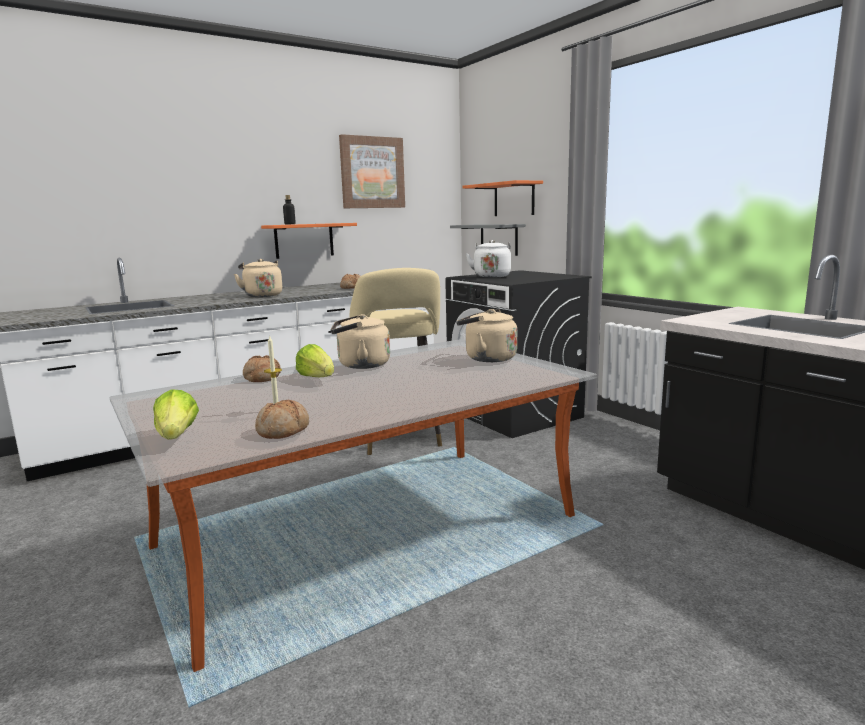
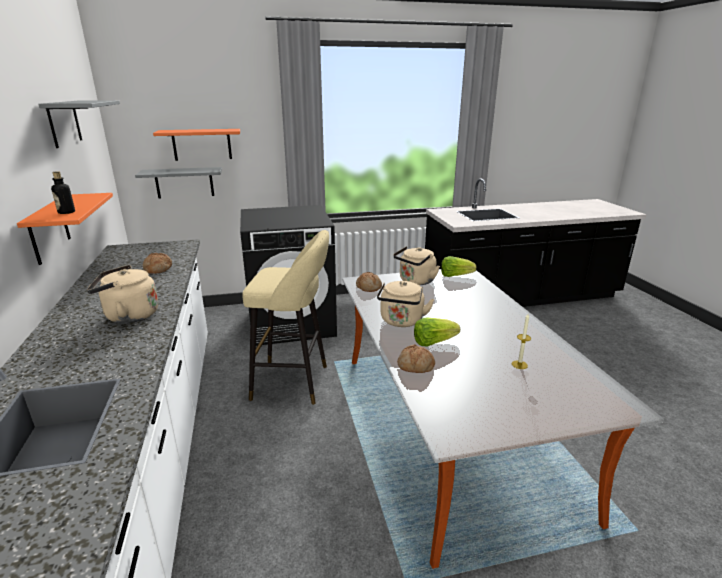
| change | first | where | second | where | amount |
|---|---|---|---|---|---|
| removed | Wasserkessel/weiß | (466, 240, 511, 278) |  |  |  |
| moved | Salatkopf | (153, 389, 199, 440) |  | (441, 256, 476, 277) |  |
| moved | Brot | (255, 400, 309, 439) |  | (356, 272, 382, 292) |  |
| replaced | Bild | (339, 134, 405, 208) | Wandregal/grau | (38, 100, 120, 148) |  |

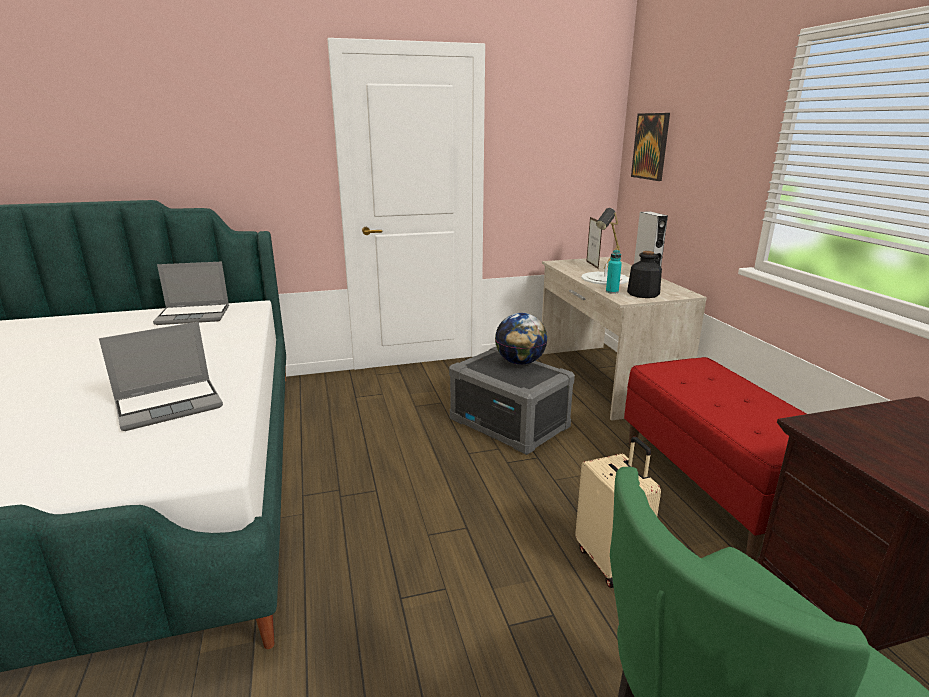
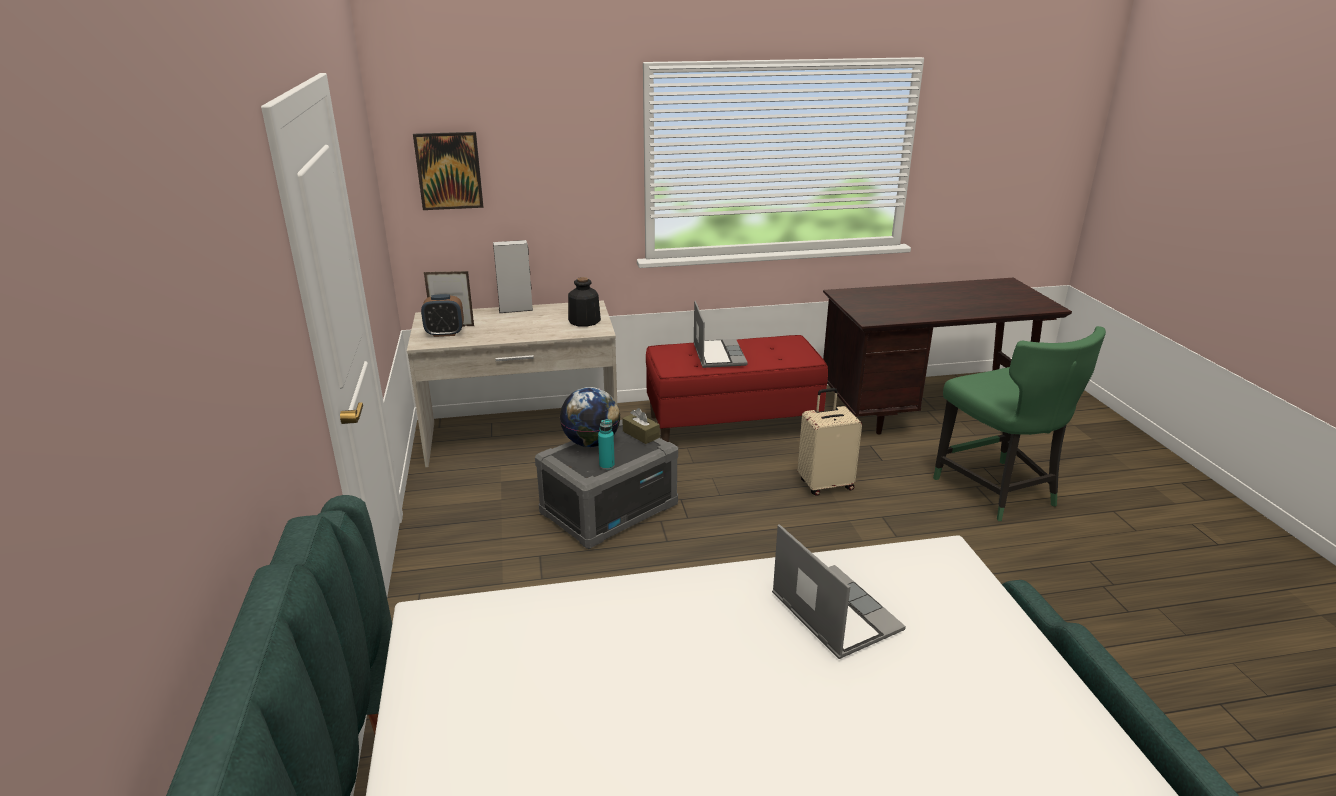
| change | first | where | second | where | amount |
|---|---|---|---|---|---|
| removed | Tischlampe/weiß | (581, 208, 629, 285) |  |  |  |
| added |  |  | Wecker | (421, 294, 464, 337) |  |
| added |  |  | Taschentuchbox/braun | (622, 408, 660, 444) |  |
| moved | Laptop | (153, 262, 229, 325) |  | (693, 301, 748, 368) |  |
| moved | Flasche/türkis | (606, 250, 622, 294) |  | (598, 419, 615, 470) |  |

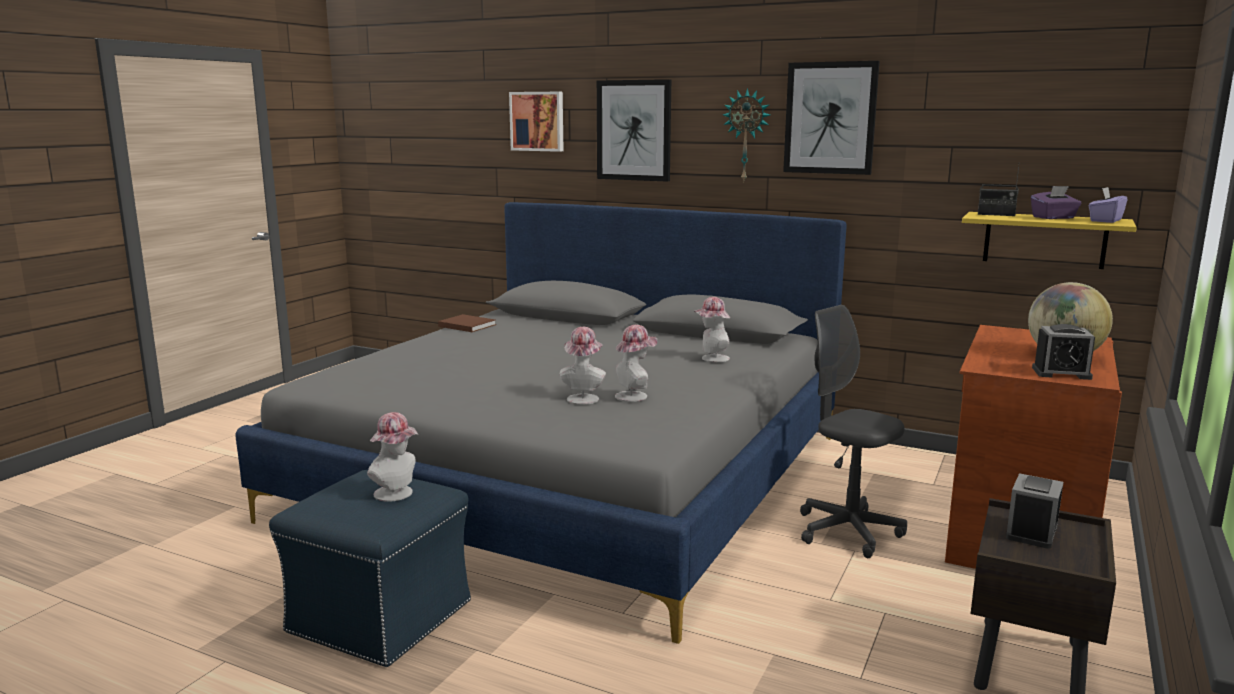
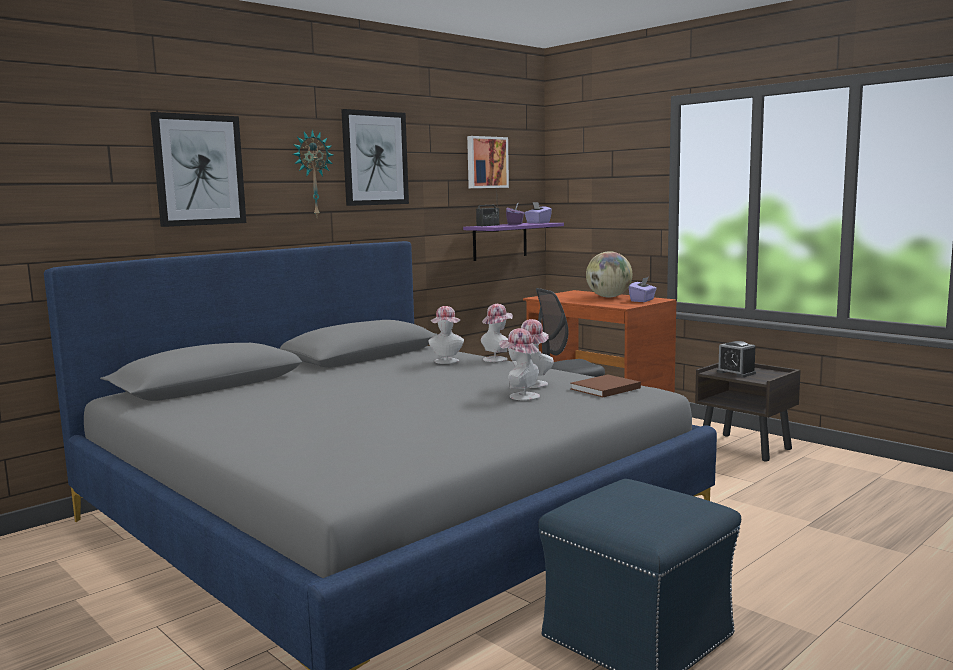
| change | first | where | second | where | amount |
|---|---|---|---|---|---|
| moved | Hut | (367, 412, 418, 502) |  | (481, 304, 513, 362) |  |
| moved | Buch/braun | (438, 314, 496, 332) |  | (570, 375, 641, 397) |  |
| moved | Bild | (509, 92, 564, 152) |  | (467, 136, 509, 188) |  |
| replaced | Wecker | (1032, 324, 1095, 380) | Taschentuchbox/lila | (629, 277, 657, 302) |  |
| recoloured | Wandregal/gelb | (962, 212, 1137, 269) | Wandregal/lila | (463, 223, 564, 261) |  |

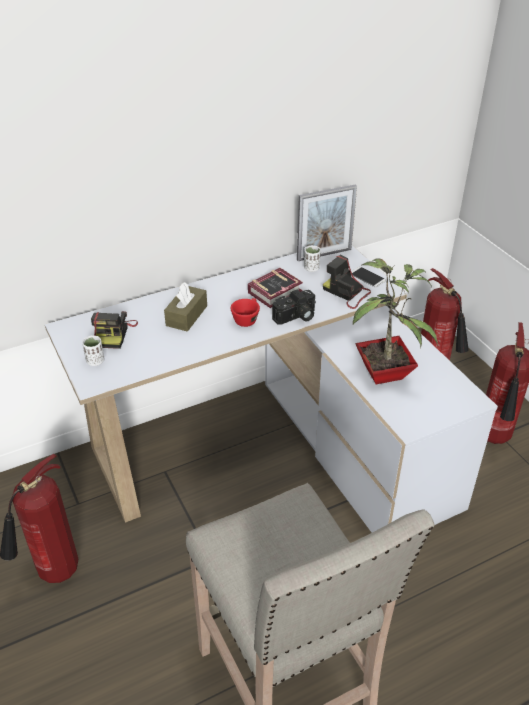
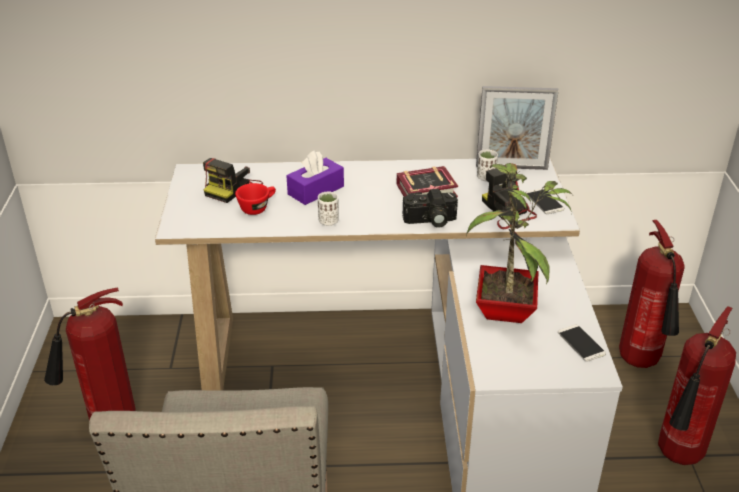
| change | first | where | second | where | amount |
|---|---|---|---|---|---|
| added |  |  | Handy | (558, 325, 606, 362) |  |
| moved | Tasse/weiß | (82, 336, 104, 366) |  | (318, 191, 339, 226) |  |
| moved | Tasse/rot | (231, 298, 260, 327) |  | (235, 183, 276, 215) |  |
| recoloured | Taschentuchbox/braun | (164, 282, 207, 332) | Taschentuchbox/lila | (286, 151, 344, 205) |  |

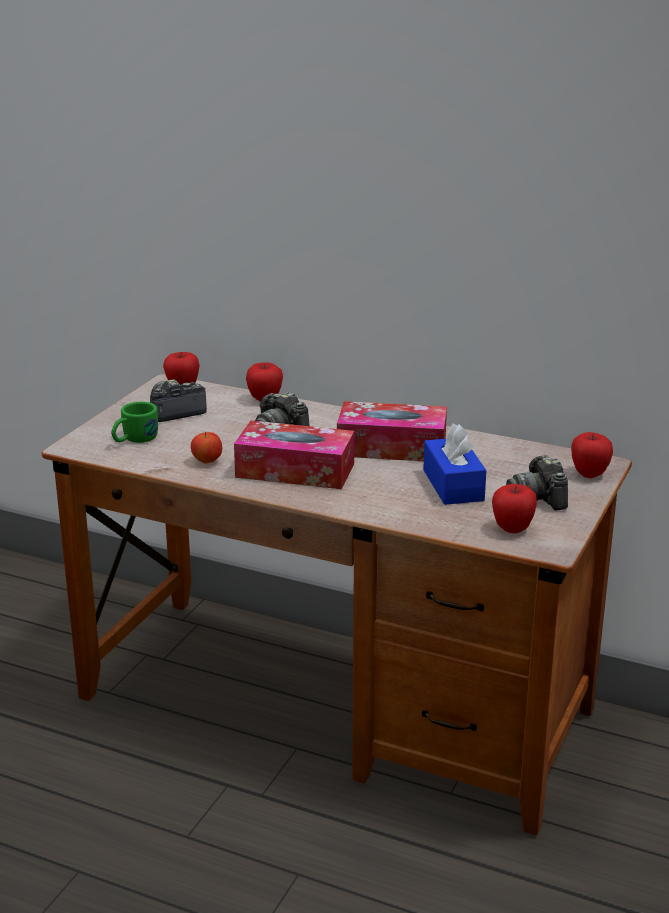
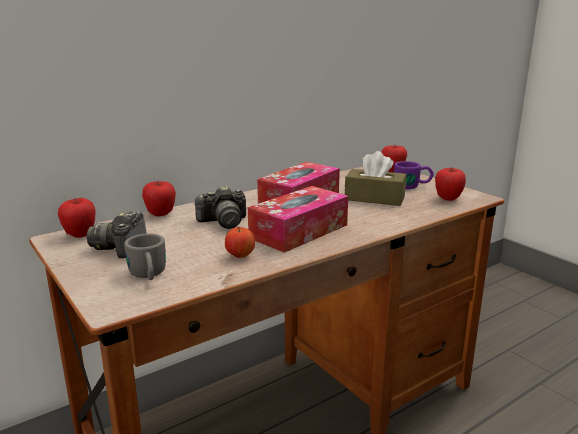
| change | first | where | second | where | amount |
|---|---|---|---|---|---|
| replaced | Kamera | (506, 455, 568, 511) | Henkelbecher/lila | (394, 161, 434, 189) |  |
| recoloured | Henkelbecher/grün | (111, 402, 158, 443) | Henkelbecher/grau | (124, 233, 166, 280) |  |
| recoloured | Taschentuchbox/blau | (423, 423, 486, 505) | Taschentuchbox/braun | (345, 151, 407, 206) |  |

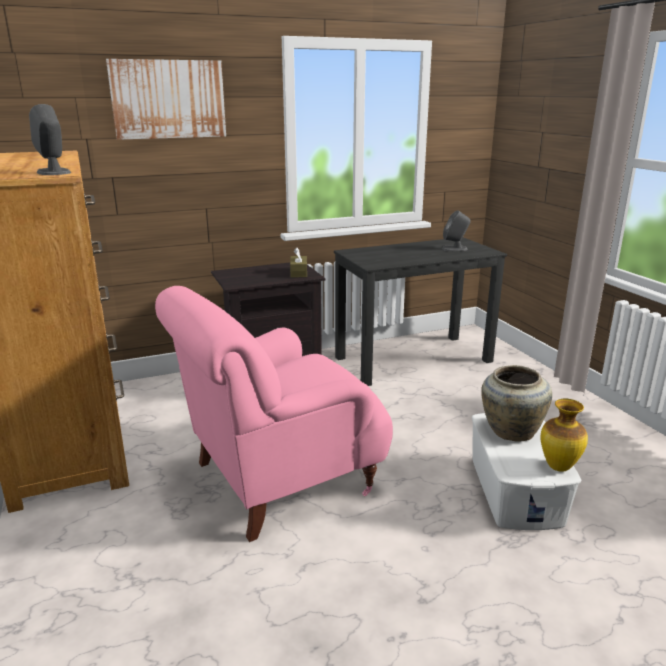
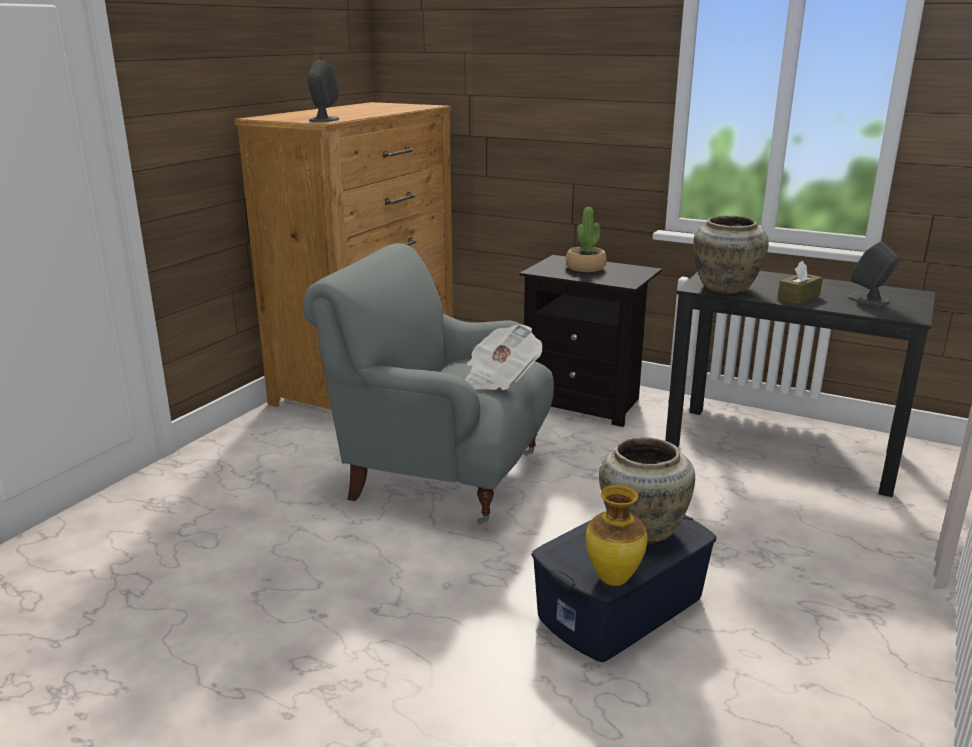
| change | first | where | second | where | amount |
|---|---|---|---|---|---|
| removed | Bild | (106, 59, 226, 140) |  |  |  |
| added |  |  | Zeitung | (464, 324, 543, 390) |  |
| added |  |  | Topfpflanze | (566, 207, 607, 272) |  |
| added |  |  | Vase/beige | (693, 216, 769, 294) |  |
| moved | Taschentuchbox/braun | (290, 247, 307, 277) |  | (777, 261, 823, 304) |  |
| recoloured | Sessel/rosa | (155, 286, 393, 542) | Sessel/grau | (303, 243, 554, 524) |  |
| recoloured | Aufbewahrungsbox/weiß | (472, 413, 581, 530) | Aufbewahrungsbox/blau | (531, 515, 716, 662) |  |

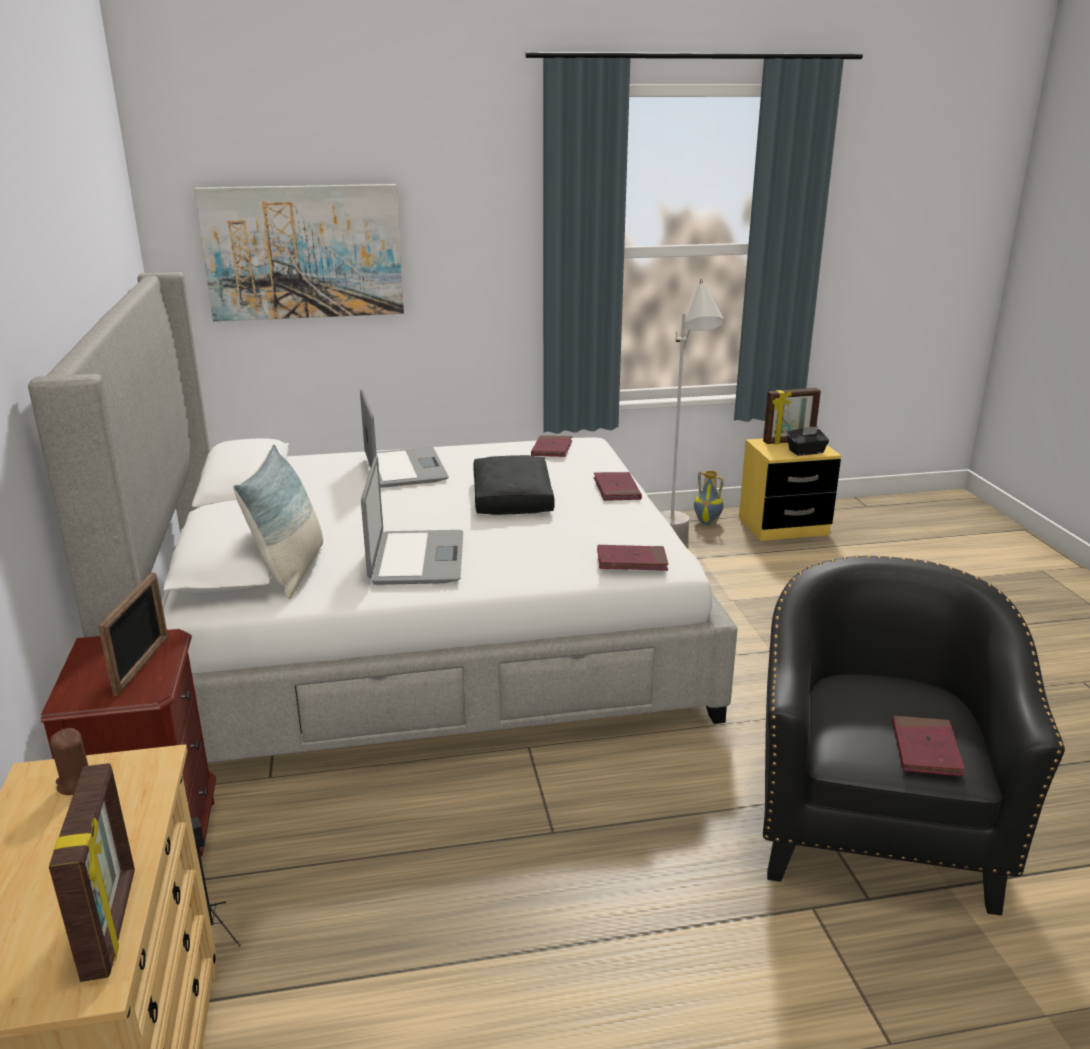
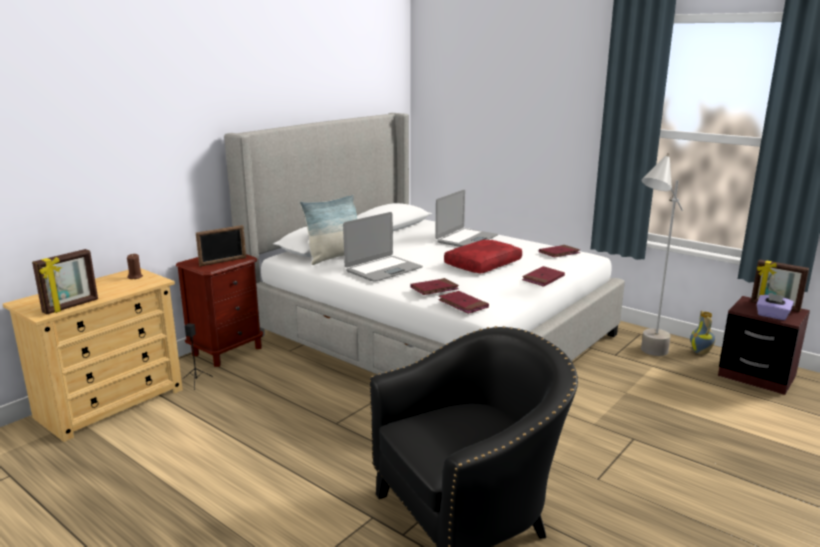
| change | first | where | second | where | amount |
|---|---|---|---|---|---|
| removed | Bild | (194, 184, 404, 321) |  |  |  |
| moved | Buch/rot | (892, 716, 965, 777) |  | (410, 278, 459, 295) |  |
| recoloured | Kissen/schwarz | (473, 455, 555, 515) | Kissen/rot | (444, 240, 522, 273) |  |
| recoloured | Nachttisch/gelb | (739, 438, 841, 541) | Nachttisch/braun | (718, 296, 810, 395) |  |
| recoloured | Taschentuchbox/schwarz | (787, 426, 829, 456) | Taschentuchbox/lila | (756, 293, 794, 320) |  |

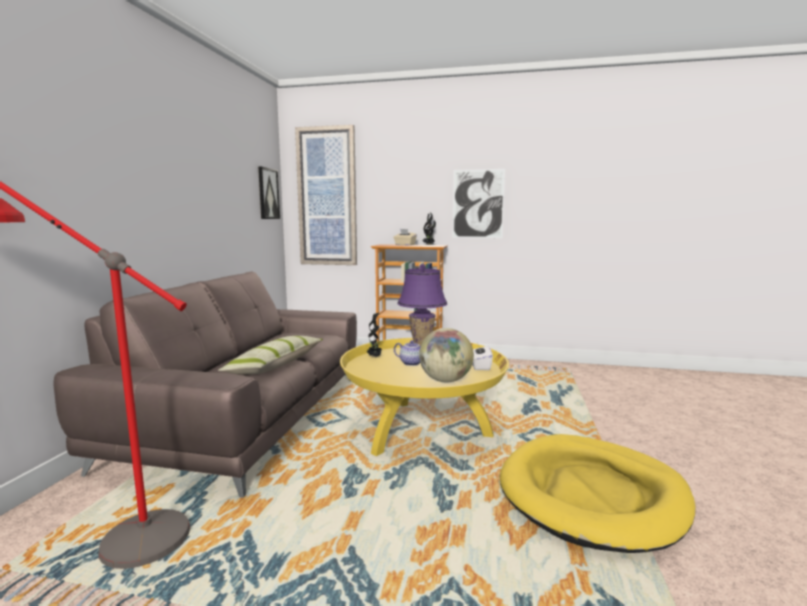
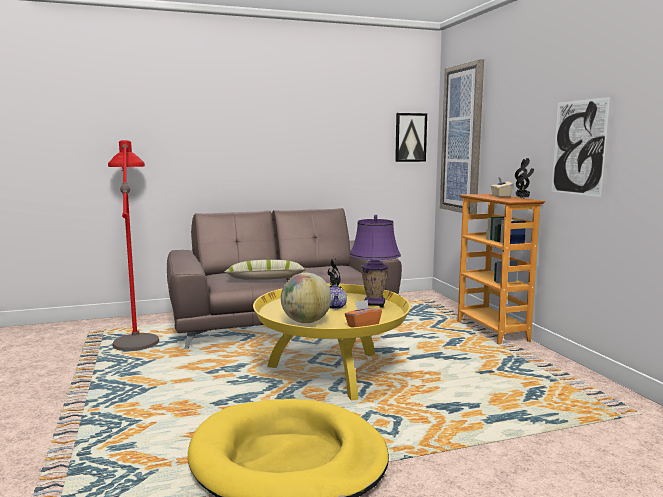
| change | first | where | second | where | amount |
|---|---|---|---|---|---|
| recoloured | Taschentuchbox/weiß | (472, 342, 493, 370) | Taschentuchbox/orange | (345, 300, 382, 327) |  |

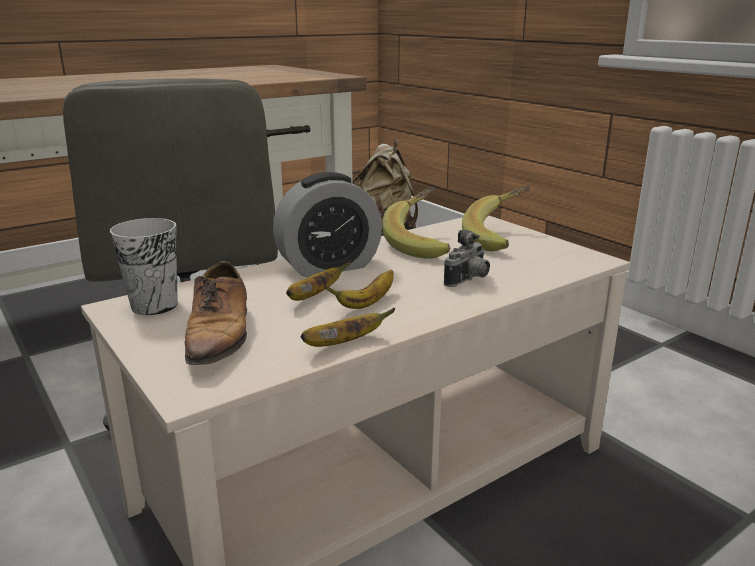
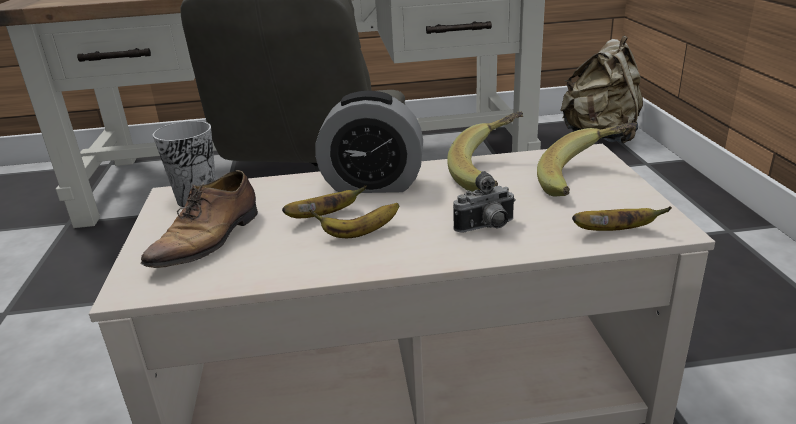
| change | first | where | second | where | amount |
|---|---|---|---|---|---|
| moved | Banane | (301, 307, 395, 347) |  | (572, 206, 672, 231) |  |

